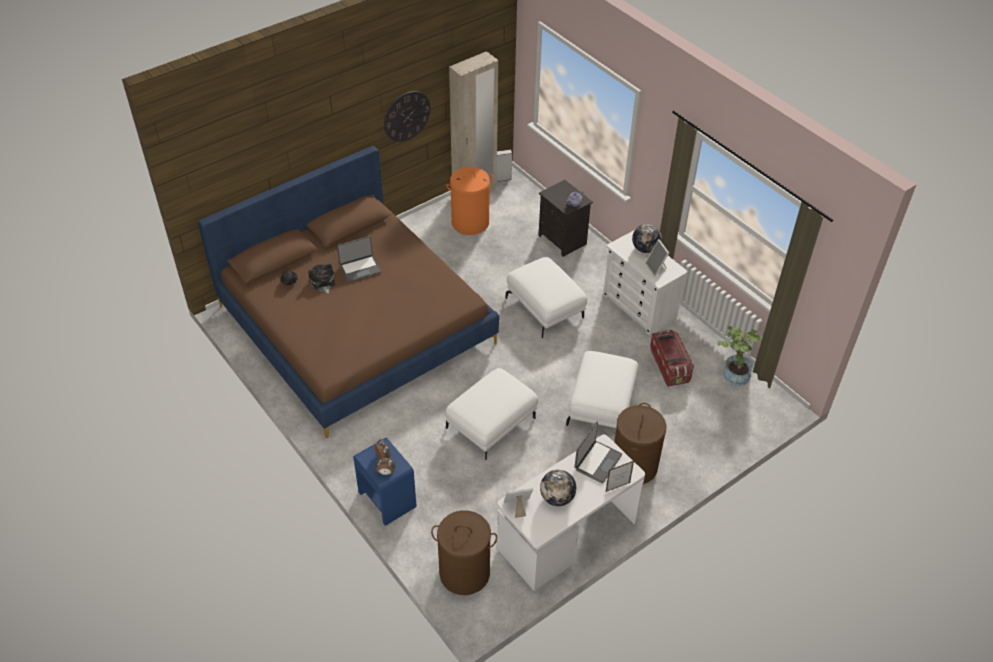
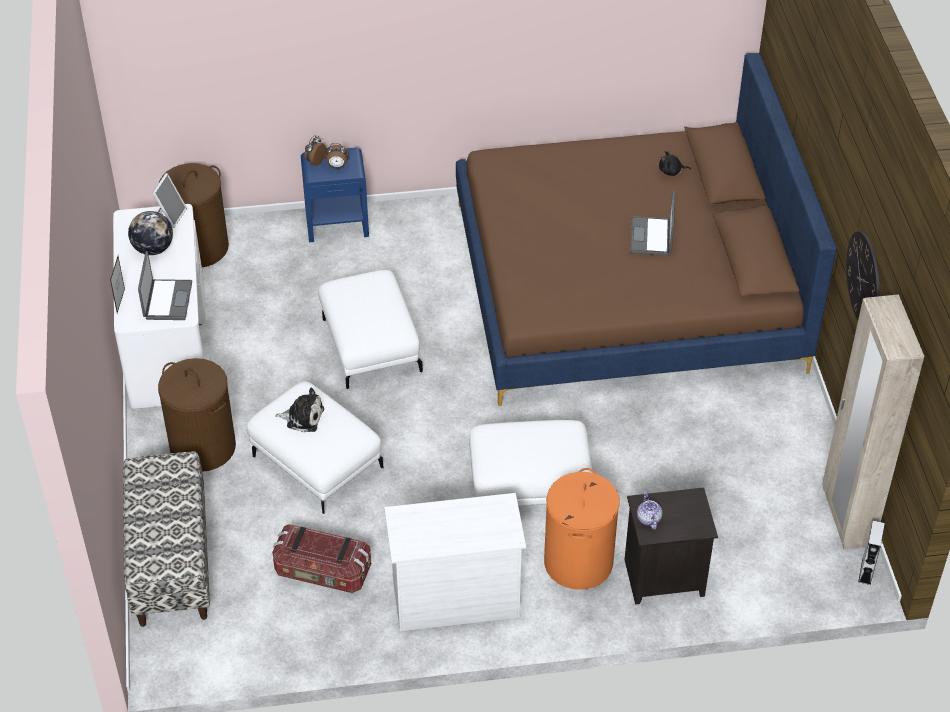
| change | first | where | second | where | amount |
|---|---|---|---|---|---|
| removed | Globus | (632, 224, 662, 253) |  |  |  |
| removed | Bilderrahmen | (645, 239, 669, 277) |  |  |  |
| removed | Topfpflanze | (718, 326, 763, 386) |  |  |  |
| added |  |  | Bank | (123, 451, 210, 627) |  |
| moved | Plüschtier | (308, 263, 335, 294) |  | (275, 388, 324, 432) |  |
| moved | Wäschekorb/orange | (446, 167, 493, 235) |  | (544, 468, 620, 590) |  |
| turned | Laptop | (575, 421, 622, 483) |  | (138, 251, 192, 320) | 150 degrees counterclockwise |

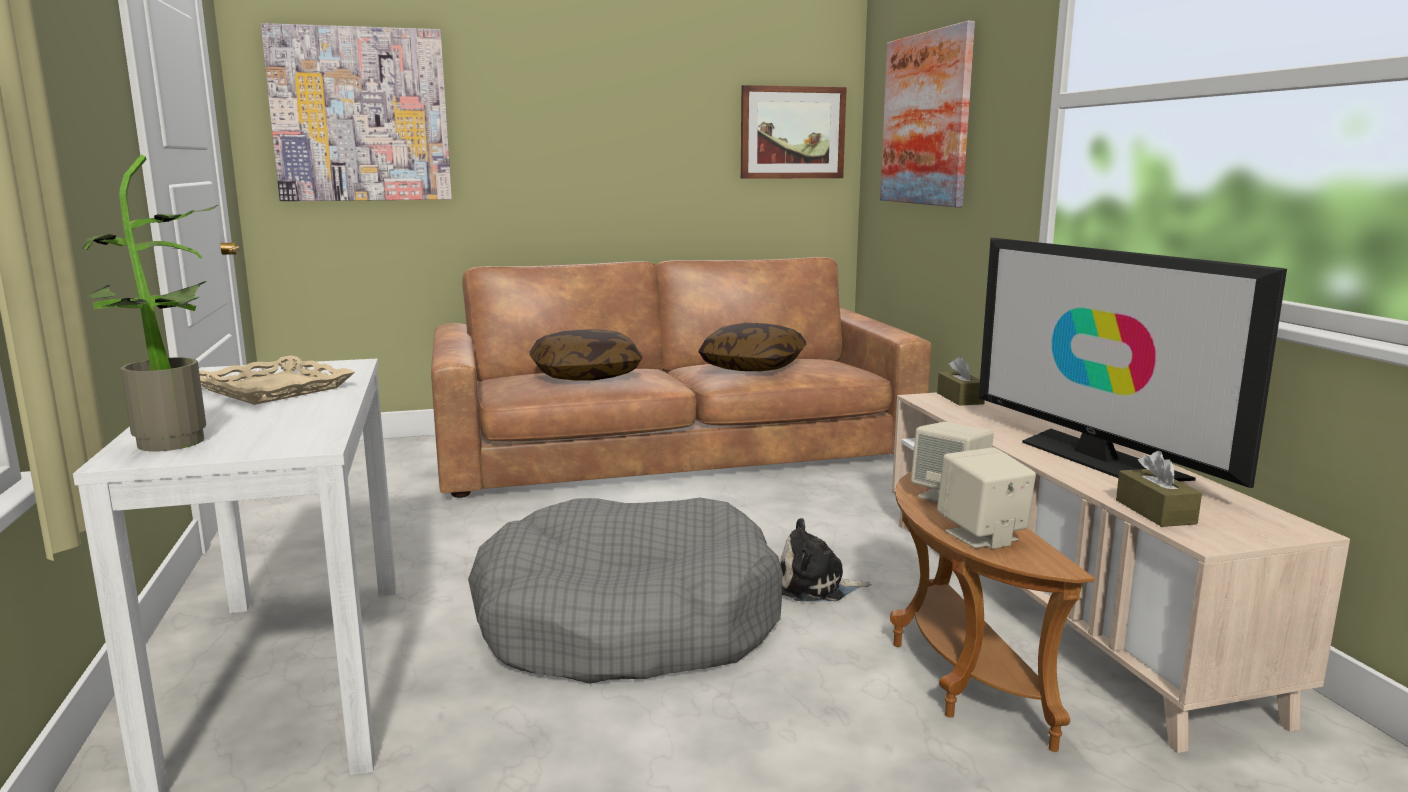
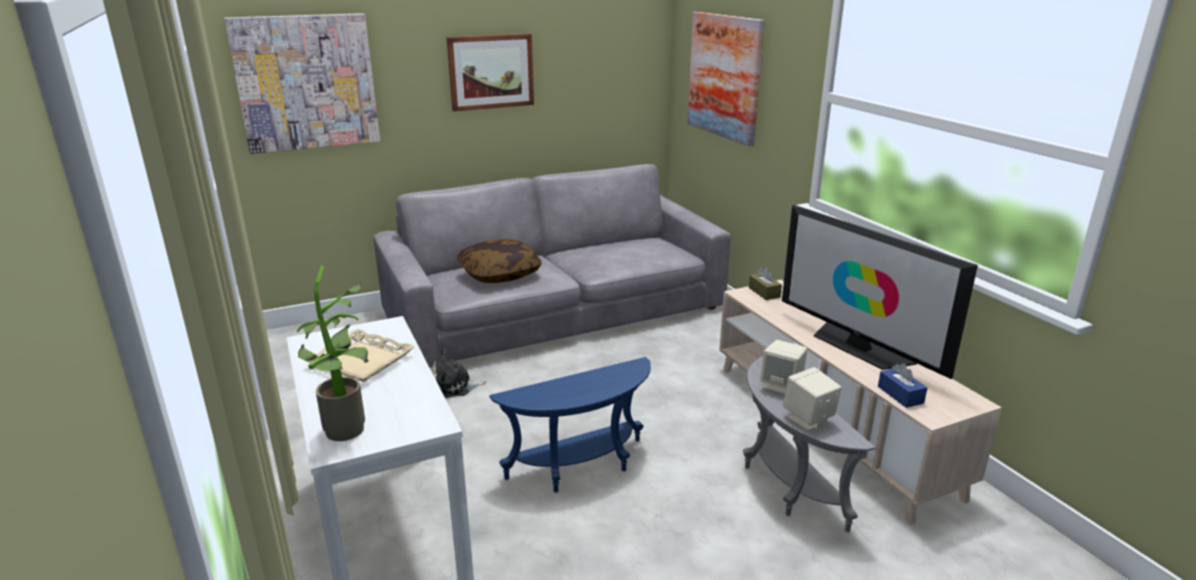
| change | first | where | second | where | amount |
|---|---|---|---|---|---|
| removed | Kissen | (698, 323, 806, 371) |  |  |  |
| moved | Bild | (741, 85, 847, 179) |  | (447, 34, 534, 111) |  |
| moved | Plüschtier | (780, 518, 872, 601) |  | (432, 348, 487, 398) |  |
| replaced | Hundebett/grau | (468, 498, 783, 684) | Beistelltisch/blau | (489, 357, 651, 493) |  |
| recoloured | Sofa/braun | (431, 257, 931, 498) | Sofa/grau | (373, 164, 731, 368) |  |
| recoloured | Beistelltisch/braun | (890, 472, 1095, 752) | Beistelltisch/grau | (743, 356, 876, 532) |  |
| recoloured | Taschentuchbox/braun | (1116, 451, 1202, 527) | Taschentuchbox/blau | (878, 363, 927, 408) |  |

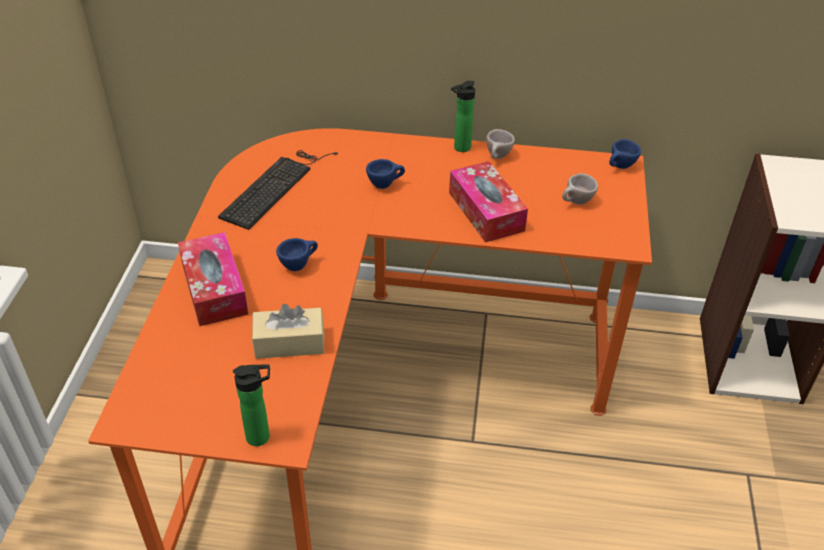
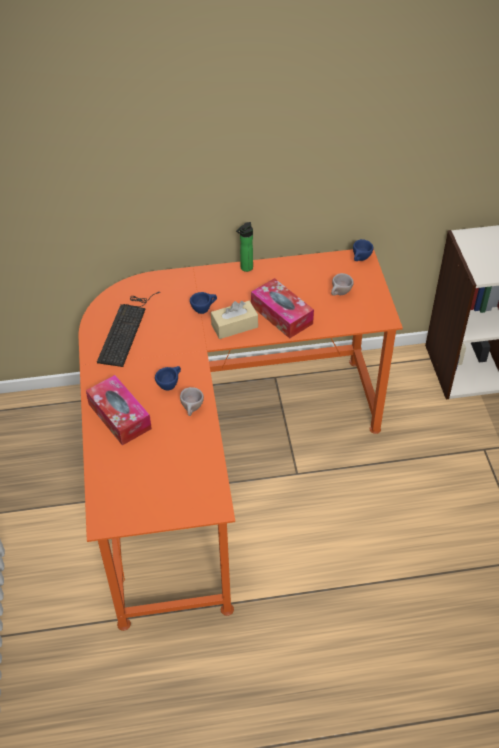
| change | first | where | second | where | amount |
|---|---|---|---|---|---|
| removed | Flasche | (233, 365, 270, 446) |  |  |  |
| moved | Taschentuchbox/beige | (252, 304, 325, 359) |  | (211, 301, 258, 339) |  |
| moved | Tasse/beige | (486, 129, 515, 159) |  | (180, 387, 204, 416) |  |

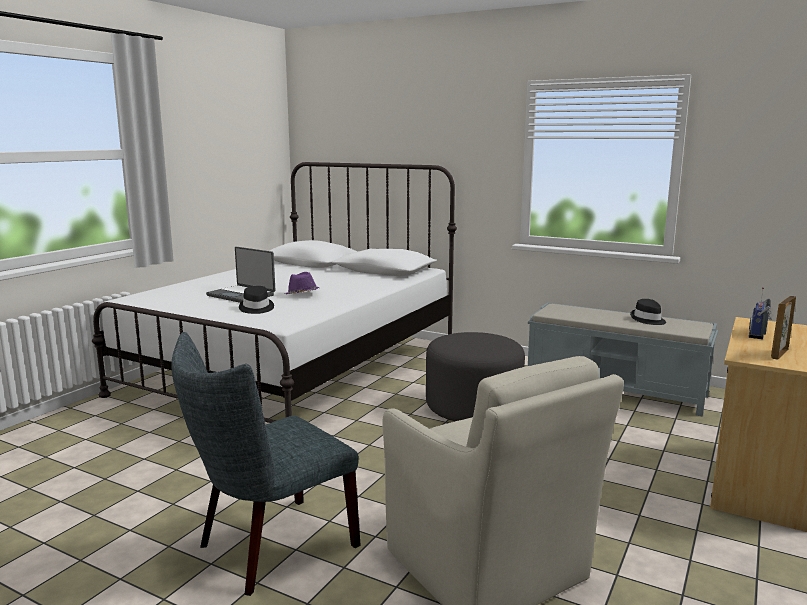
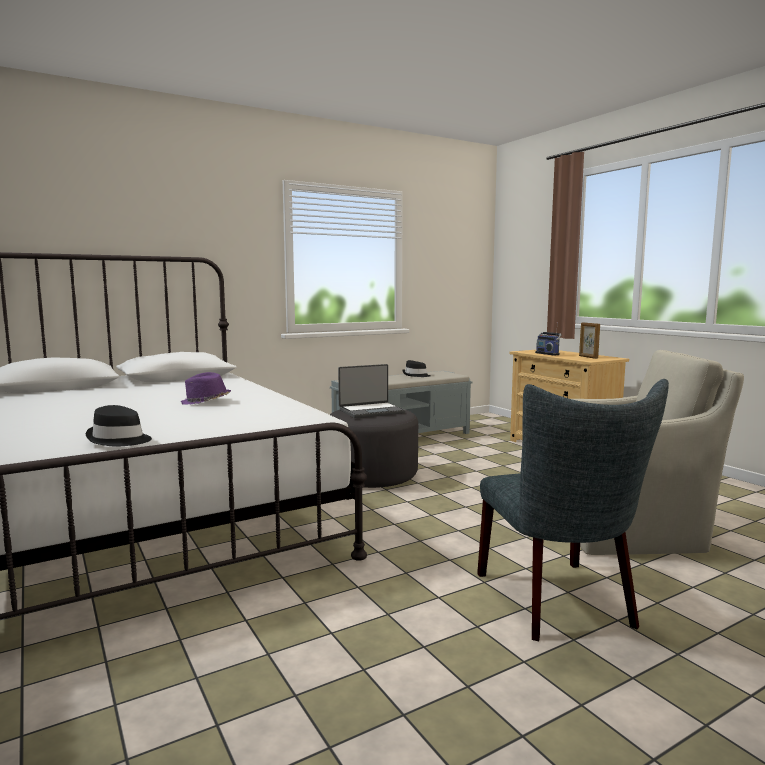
| change | first | where | second | where | amount |
|---|---|---|---|---|---|
| moved | Laptop | (206, 247, 275, 303) |  | (338, 364, 405, 418) |  |
| moved | Hut/schwarz | (239, 286, 274, 314) |  | (86, 405, 152, 446) |  |

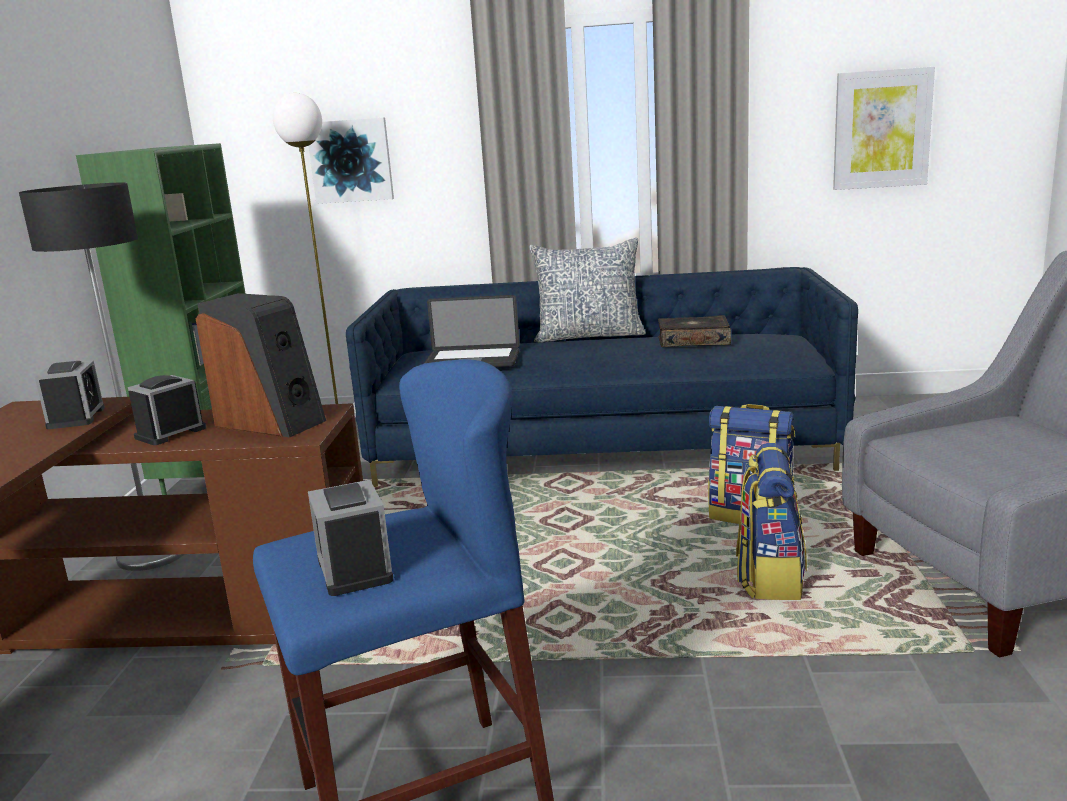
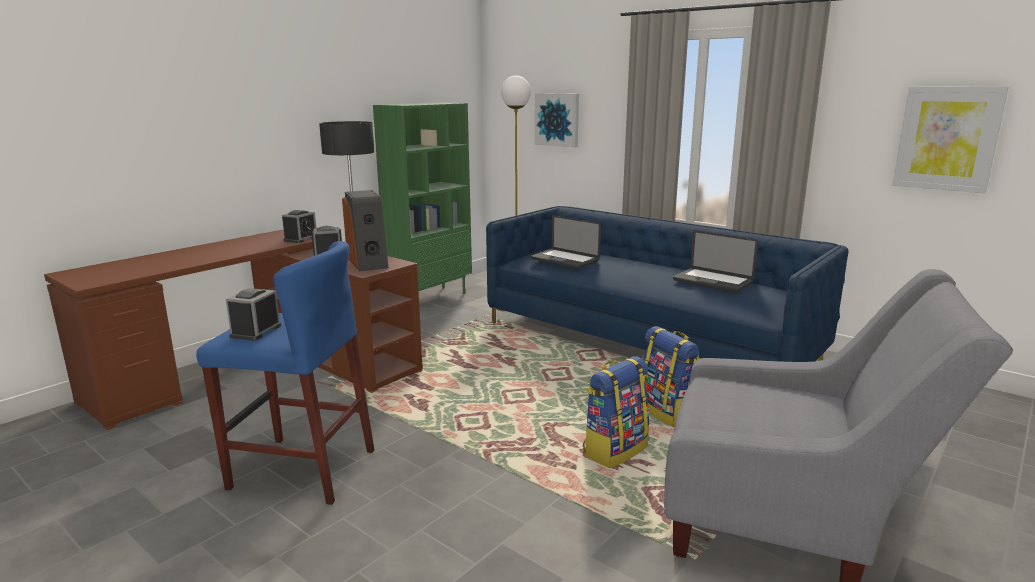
| change | first | where | second | where | amount |
|---|---|---|---|---|---|
| removed | Kissen | (529, 238, 646, 343) |  |  |  |
| replaced | Buch | (658, 315, 731, 347) | Laptop | (673, 230, 758, 292) |  |

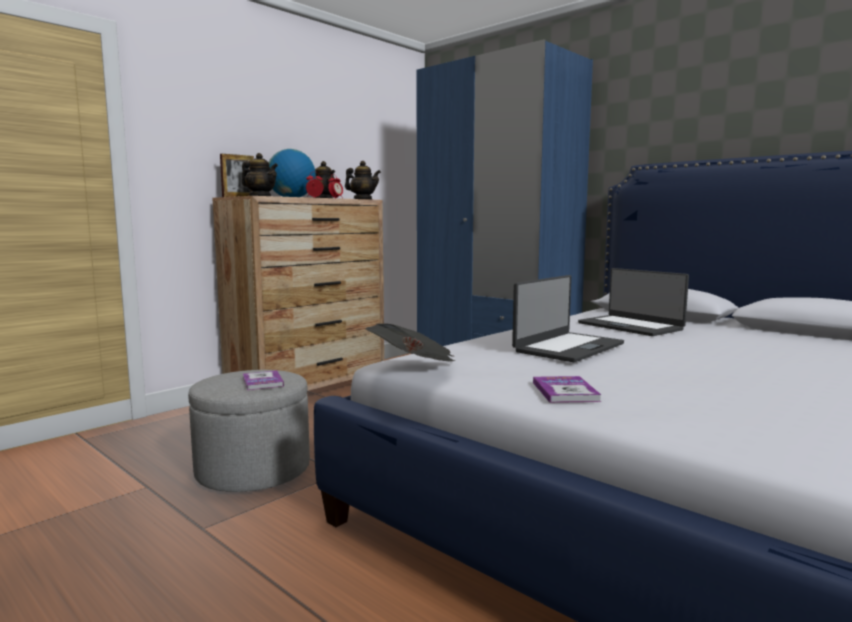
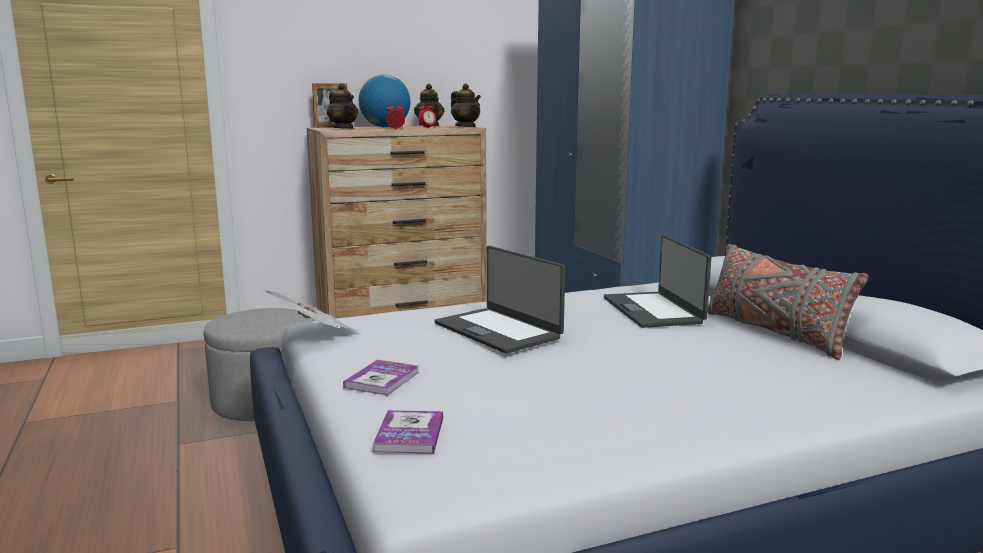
| change | first | where | second | where | amount |
|---|---|---|---|---|---|
| added |  |  | Kissen/grau | (708, 244, 868, 360) |  |
| moved | Buch | (243, 370, 284, 390) |  | (372, 410, 443, 454) |  |
| turned | Laptop | (512, 275, 624, 362) |  | (435, 246, 565, 353) | 75 degrees clockwise |

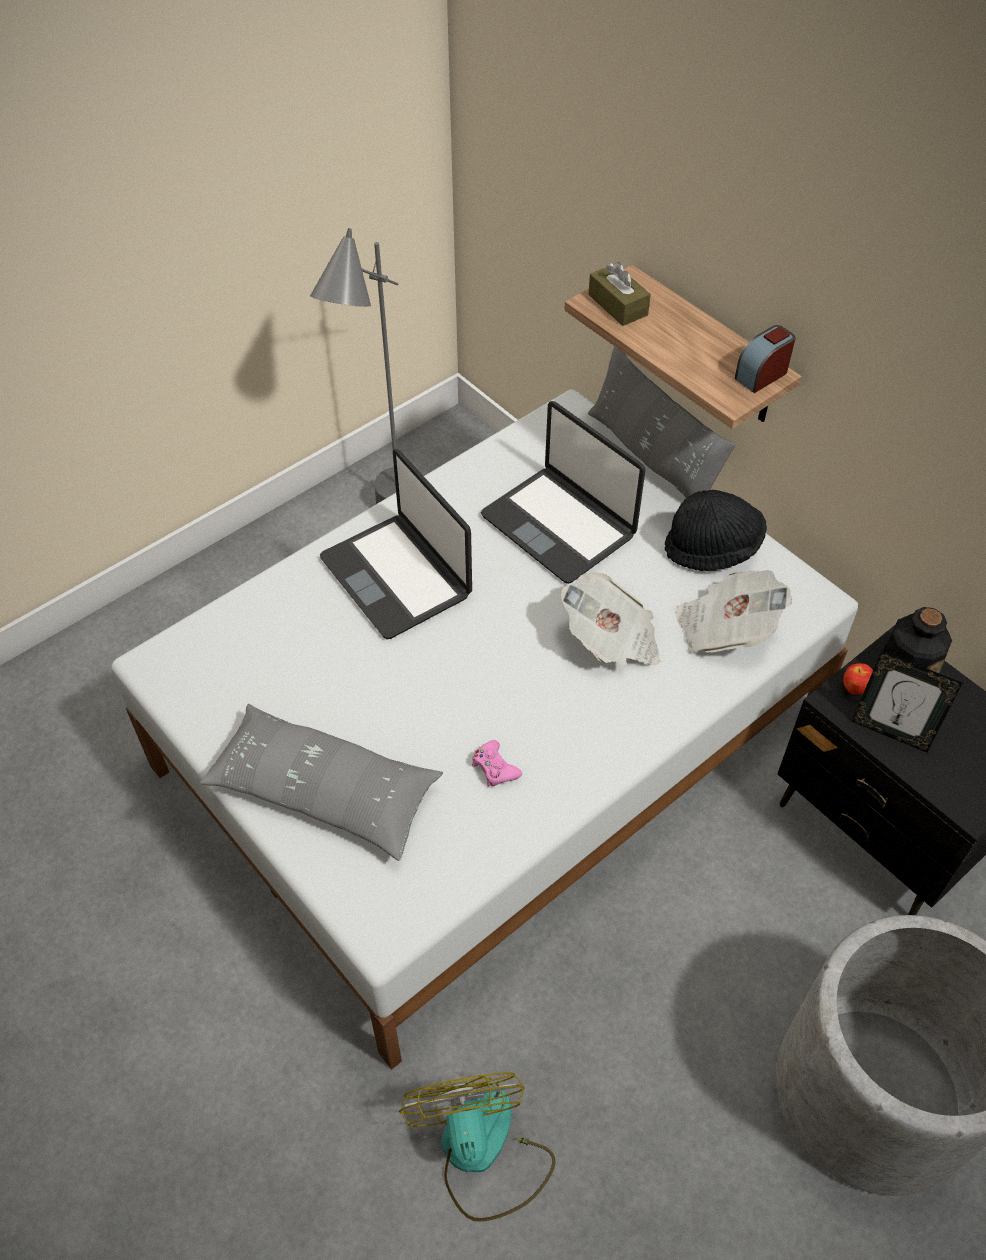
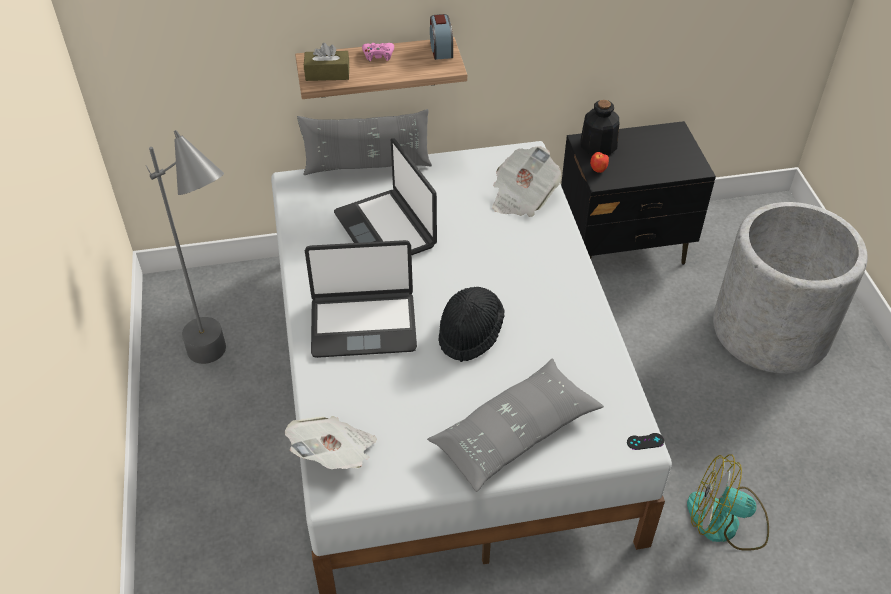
| change | first | where | second | where | amount |
|---|---|---|---|---|---|
| removed | Bilderrahmen | (851, 651, 963, 753) |  |  |  |
| added |  |  | Gamepad/schwarz | (627, 433, 664, 450) |  |
| moved | Gamepad/rosa | (472, 740, 522, 787) |  | (362, 43, 394, 61) |  |
| moved | Zeitung | (561, 572, 661, 667) |  | (285, 416, 377, 469) |  |
| moved | Hut/schwarz | (665, 490, 767, 571) |  | (438, 287, 504, 362) |  |
| turned | Laptop | (481, 401, 645, 584) |  | (334, 138, 437, 255) | 75 degrees clockwise |

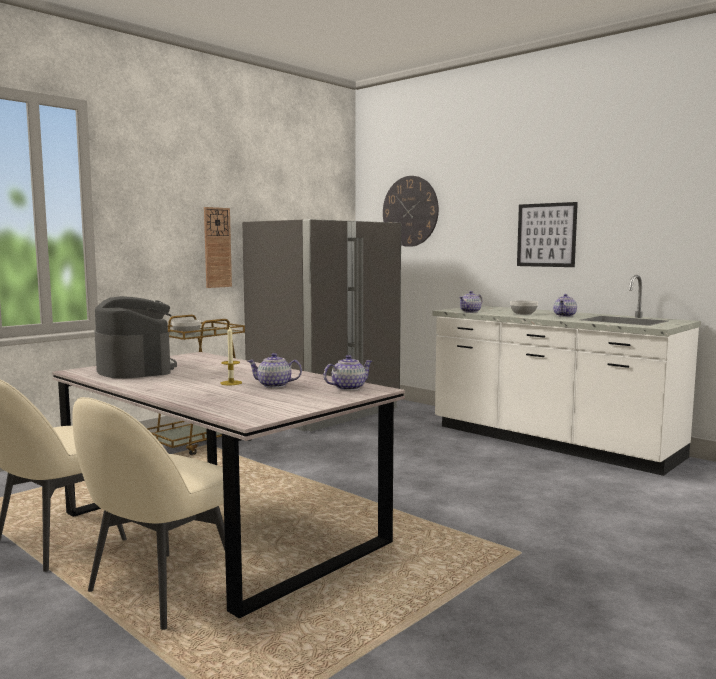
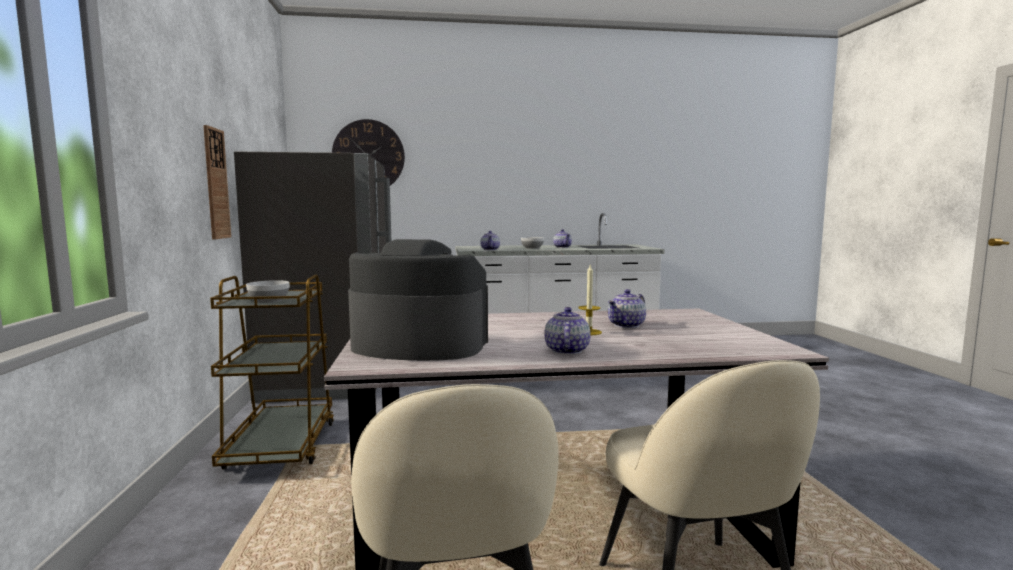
| change | first | where | second | where | amount |
|---|---|---|---|---|---|
| removed | Bild | (517, 202, 578, 267) |  |  |  |
| moved | Teekanne | (324, 355, 372, 391) |  | (544, 307, 591, 355) |  |

